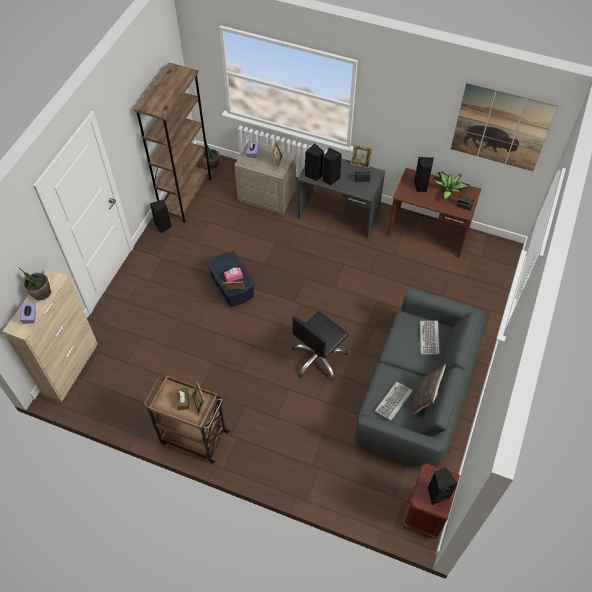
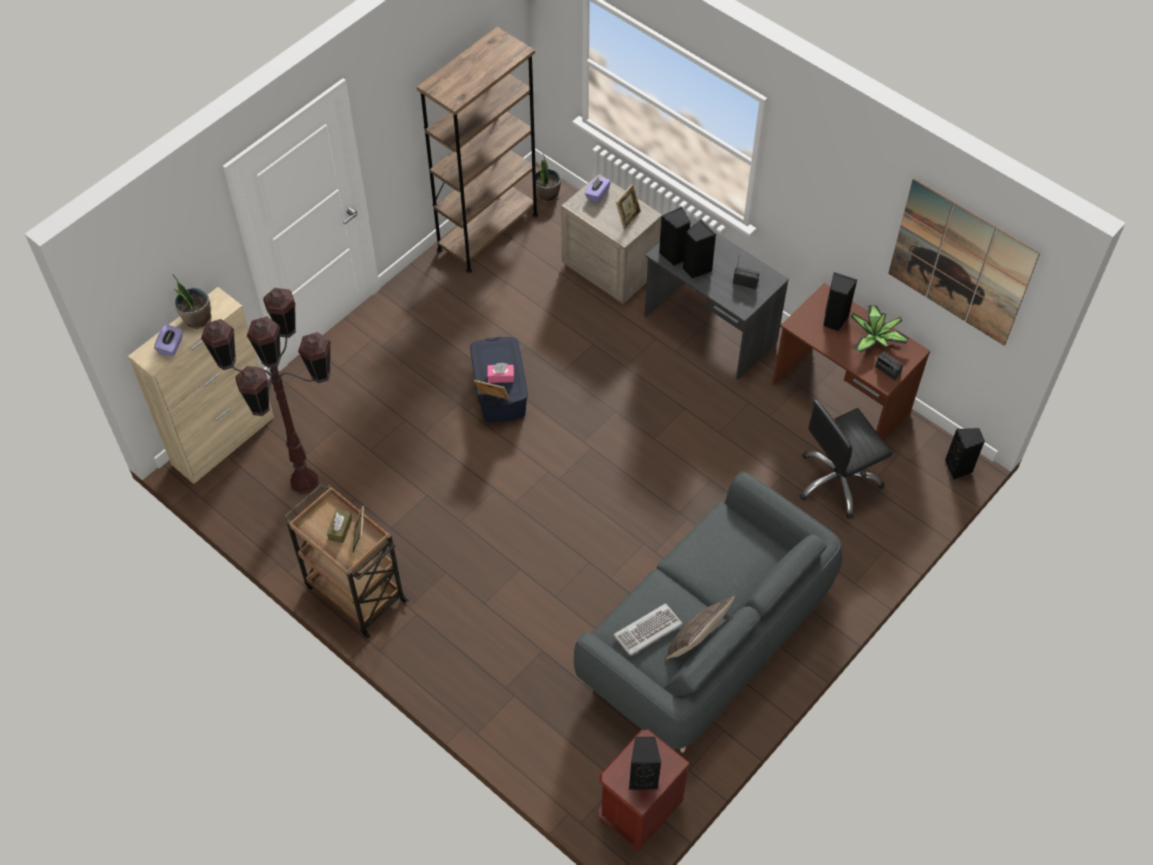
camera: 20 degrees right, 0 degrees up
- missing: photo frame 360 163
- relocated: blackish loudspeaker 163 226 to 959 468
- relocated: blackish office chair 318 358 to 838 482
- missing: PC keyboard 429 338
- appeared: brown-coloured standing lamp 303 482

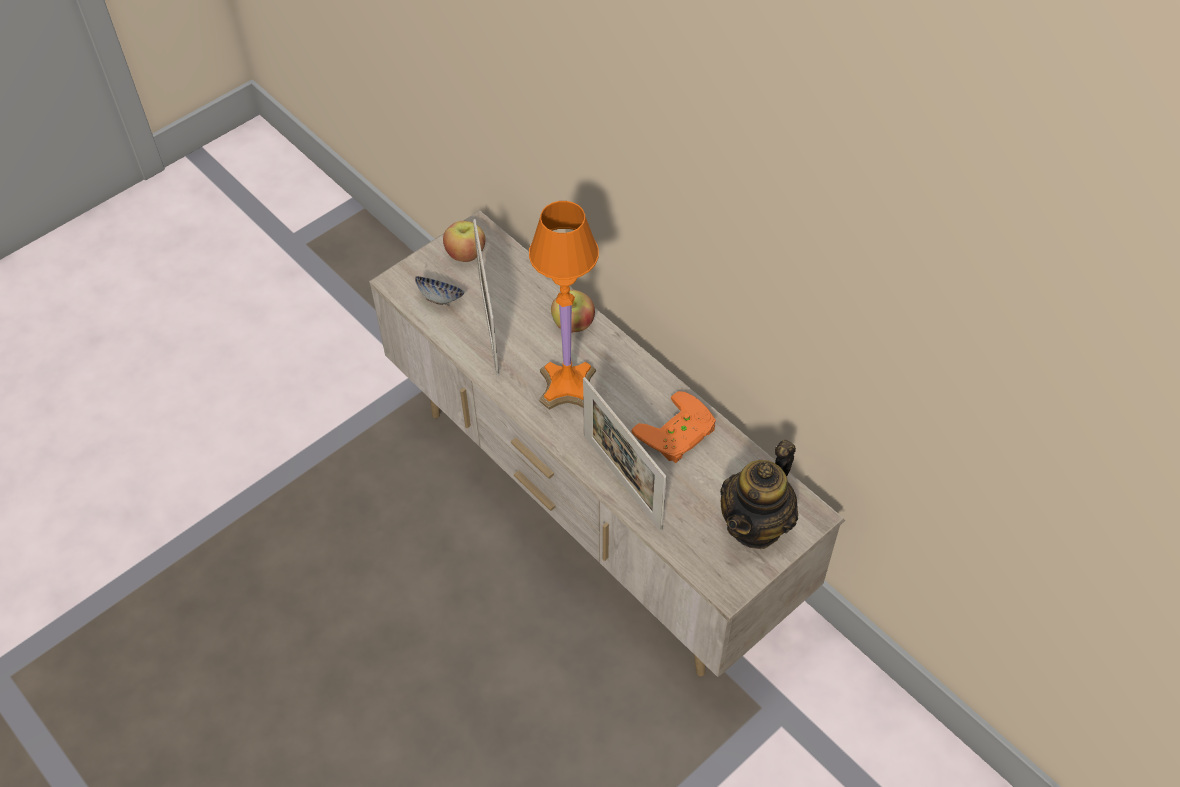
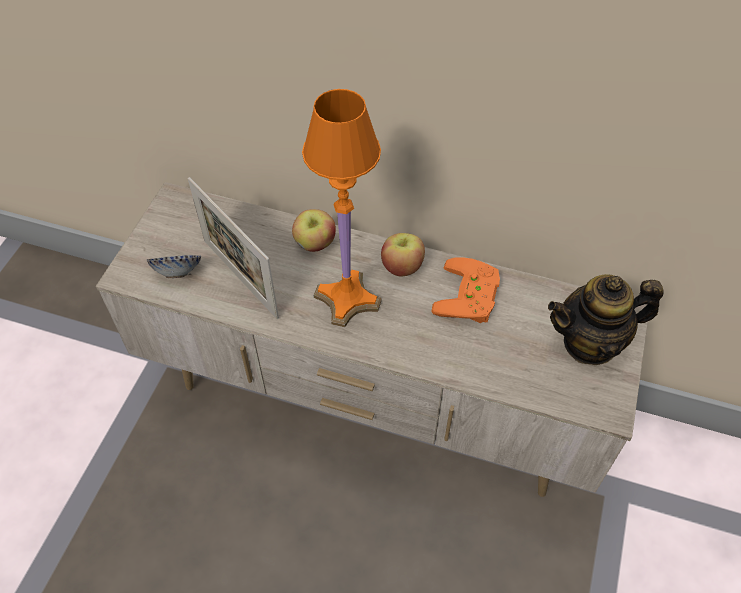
camera: 30 degrees left, 0 degrees up
- relocated: apple fruit 466 253 to 402 266
- missing: photo frame 622 482
- spun: tea pot 756 525 = 590 343 75 degrees clockwise

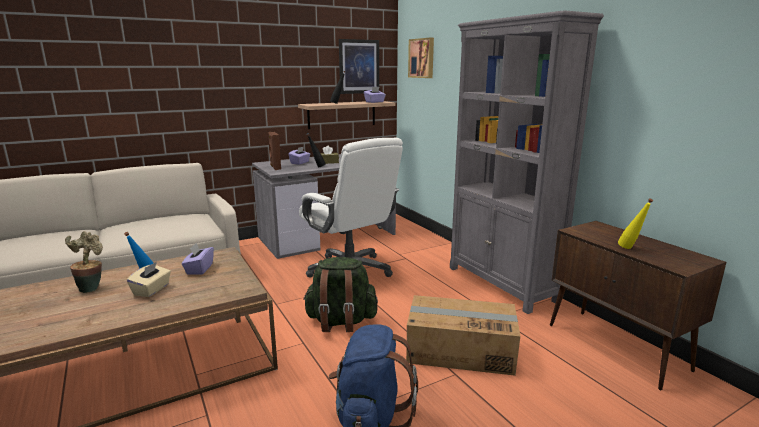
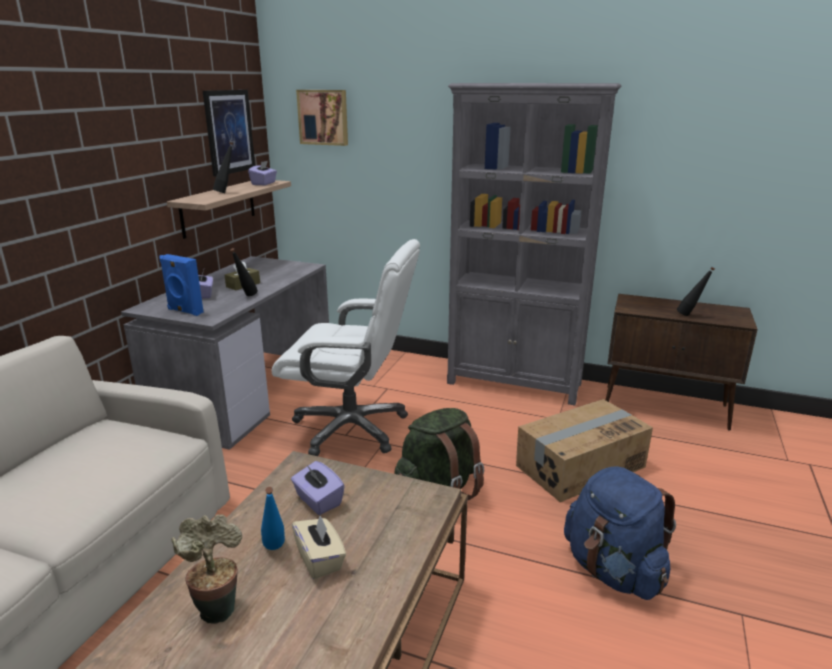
camera: 40 degrees left, 5 degrees up
- colour: brown-coloured loudspeaker 275 167 to bluish loudspeaker 184 311
- colour: yellow-coloured beverage bottle 630 249 to blackish beverage bottle 690 315

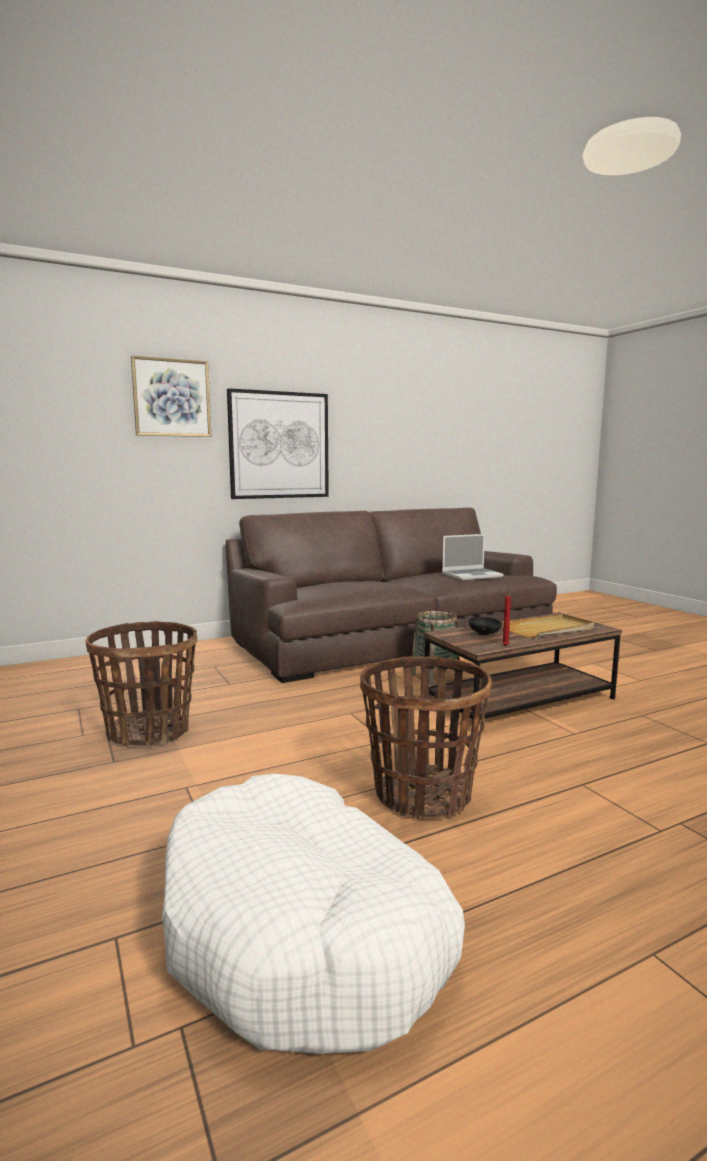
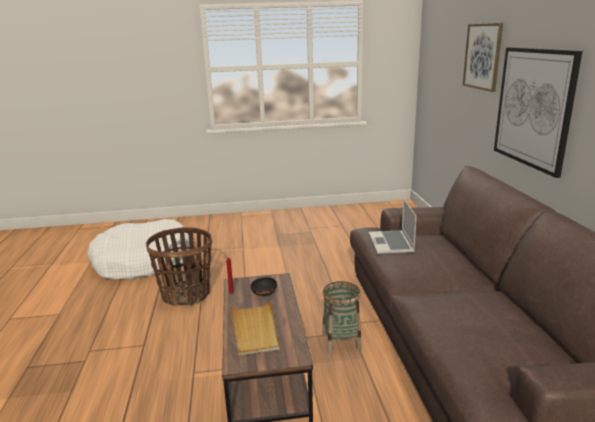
camera: 110 degrees right, 10 degrees up
- relocated: portable computer 472 575 to 391 244
- missing: household basket 149 731

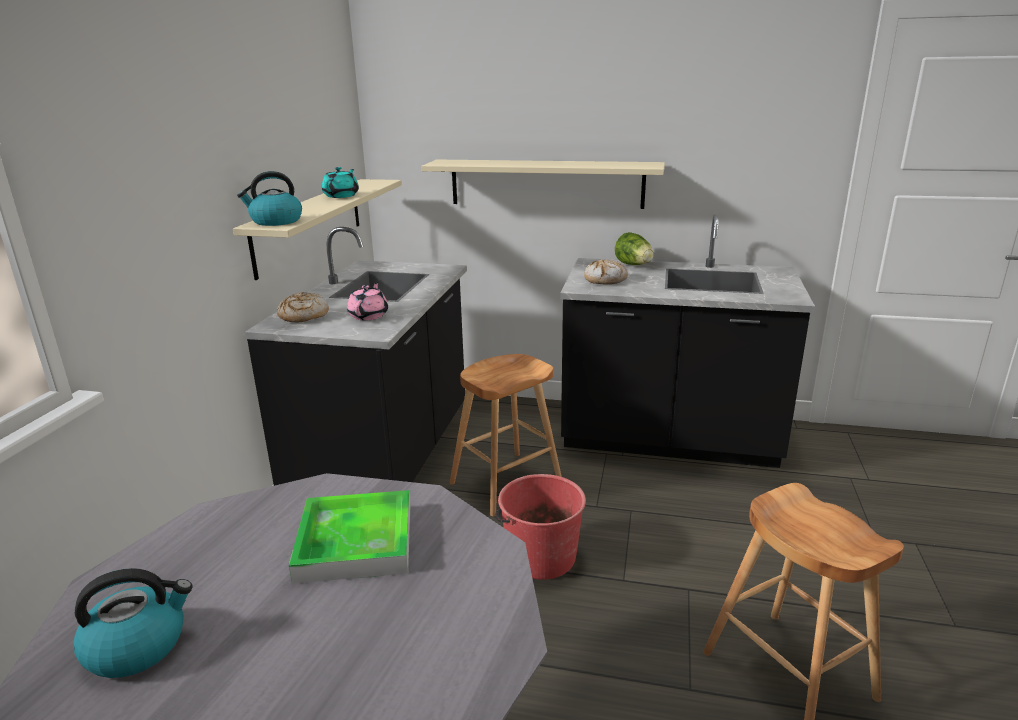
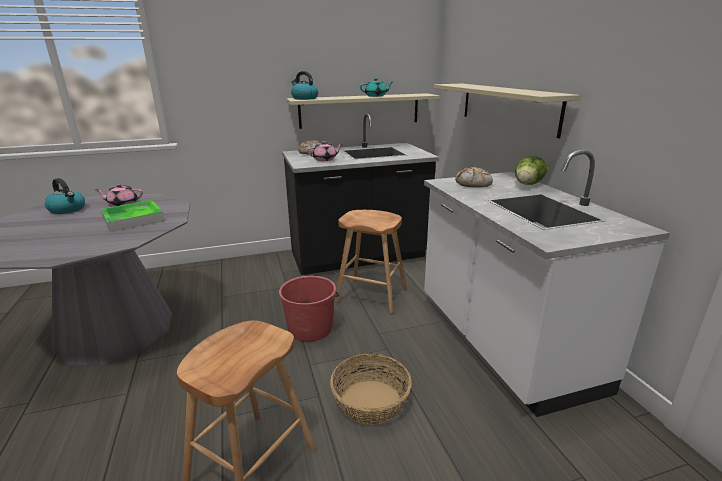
camera: 60 degrees right, 0 degrees up
- colour: blackish counter 669 439 to whitish counter 502 342
- appeared: pink tea pot 123 204
- appeared: household basket 370 402

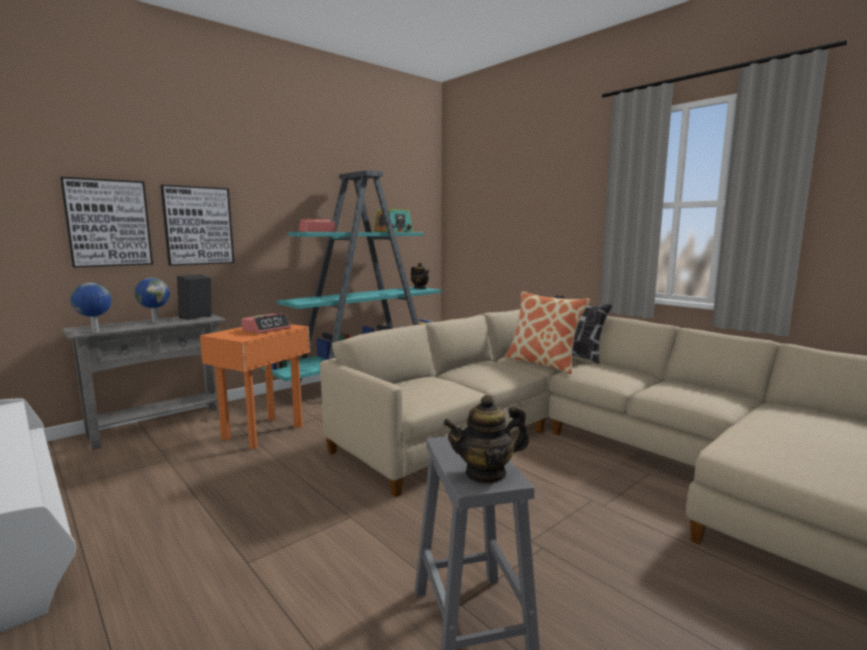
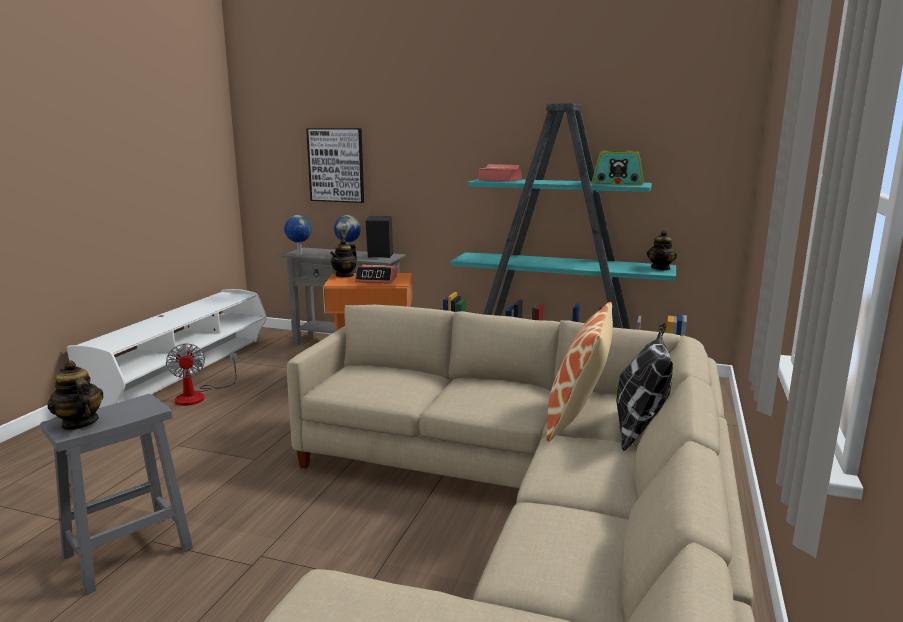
camera: 60 degrees right, 5 degrees up
- missing: wall art 198 226
- appeared: tea pot 345 275
- appeared: cooling fan 198 396

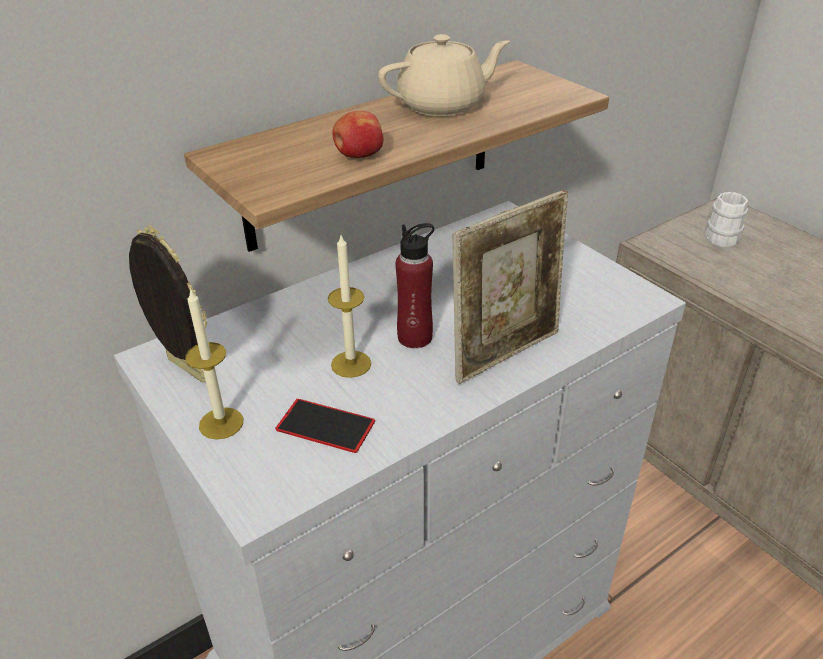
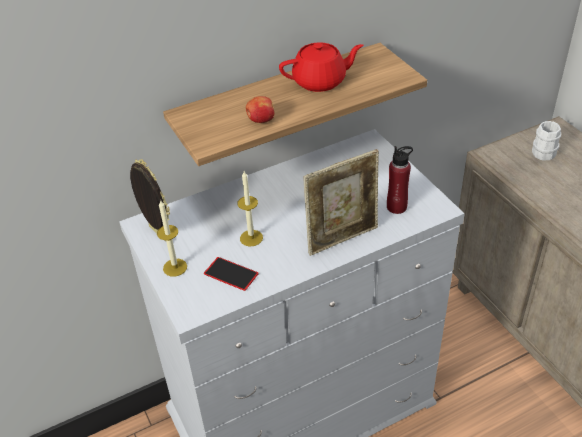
camera: 10 degrees right, 5 degrees up
- colour: beige-coloured tea pot 443 105 to red-coloured tea pot 320 81
- relocated: red-coloured beverage bottle 415 337 to 396 207

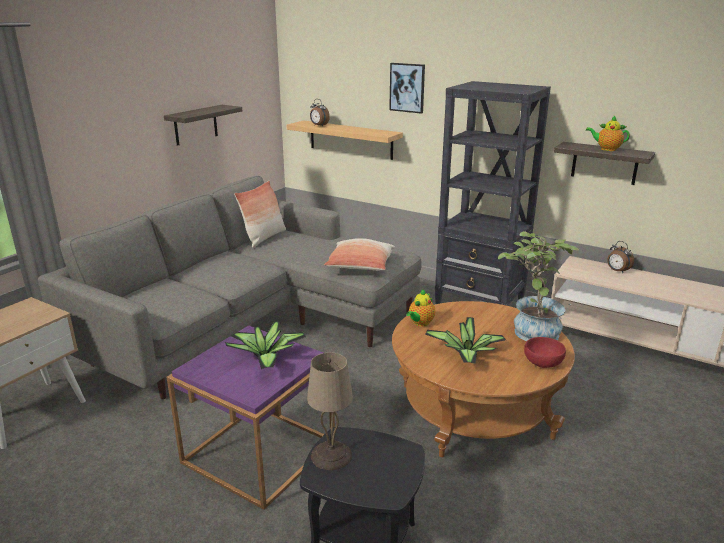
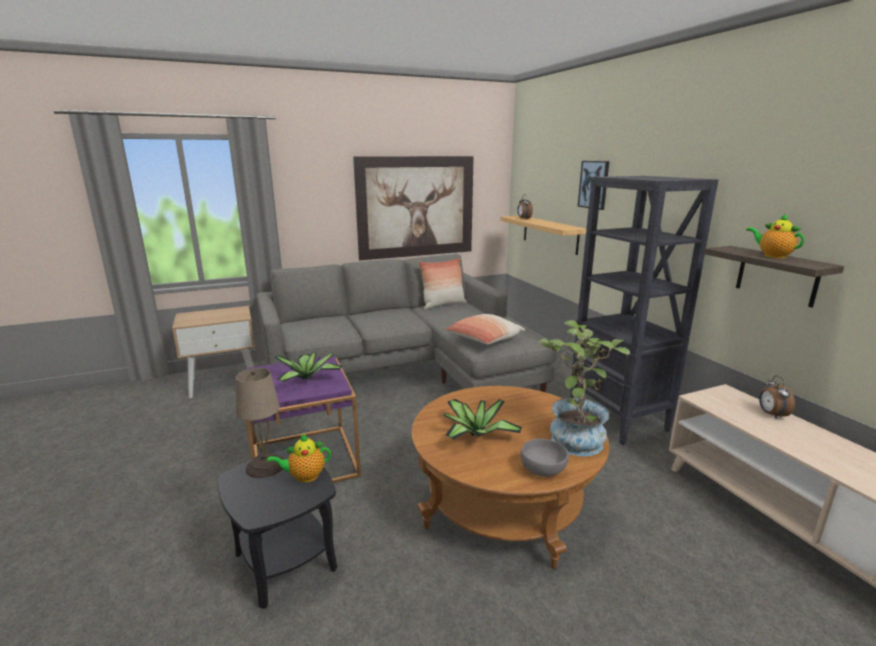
camera: 35 degrees right, 5 degrees down
- exchanged: shelf 195 125 to wall art 416 207
- relocated: tea pot 420 323 to 304 476
- colour: red-coloured bowl 543 362 to grey bowl 543 469

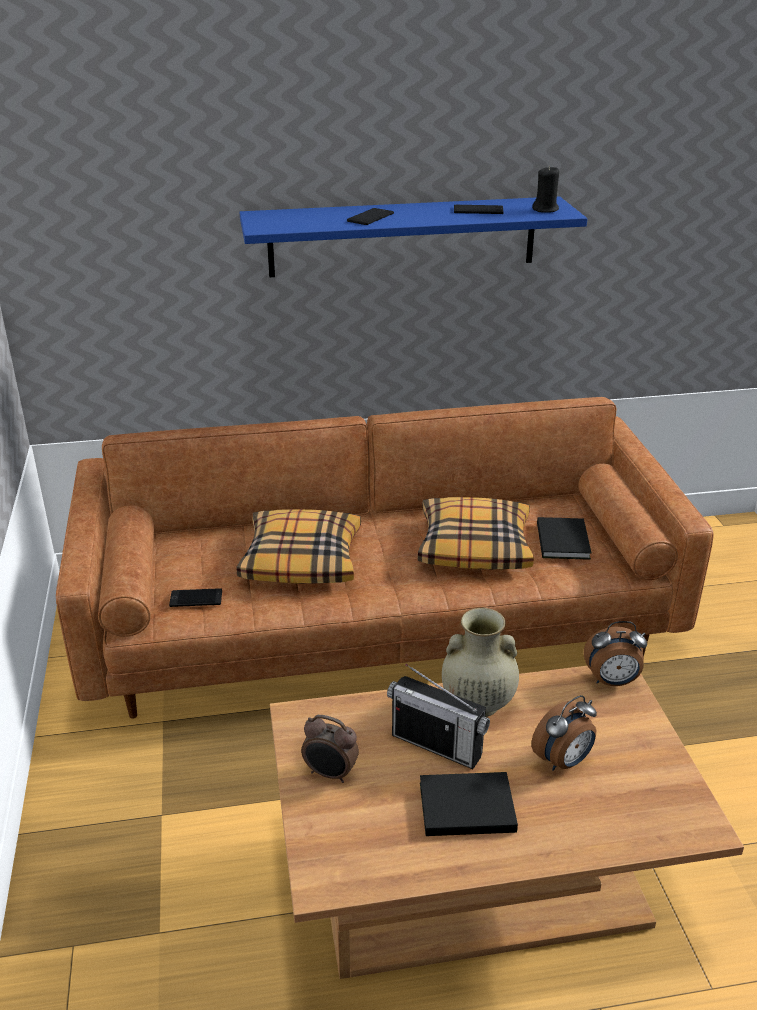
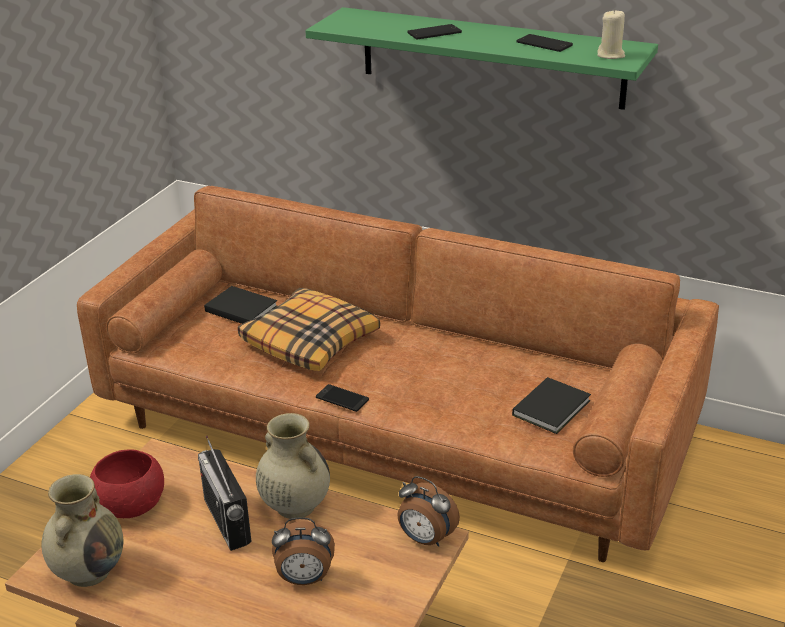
camera: 35 degrees right, 0 degrees up
- colour: blackish wax candle 545 210 to beige-coloured wax candle 611 55
- colour: bluish shelf 403 236 to green shelf 491 57
- missing: cushion 474 546
- relocated: phone 196 598 to 342 398
- exchanged: table clock 330 774 to red-coloured bowl 131 505
- relocated: blackish book 464 806 to 240 308
- appeared: beige-coloured flower vase 89 570

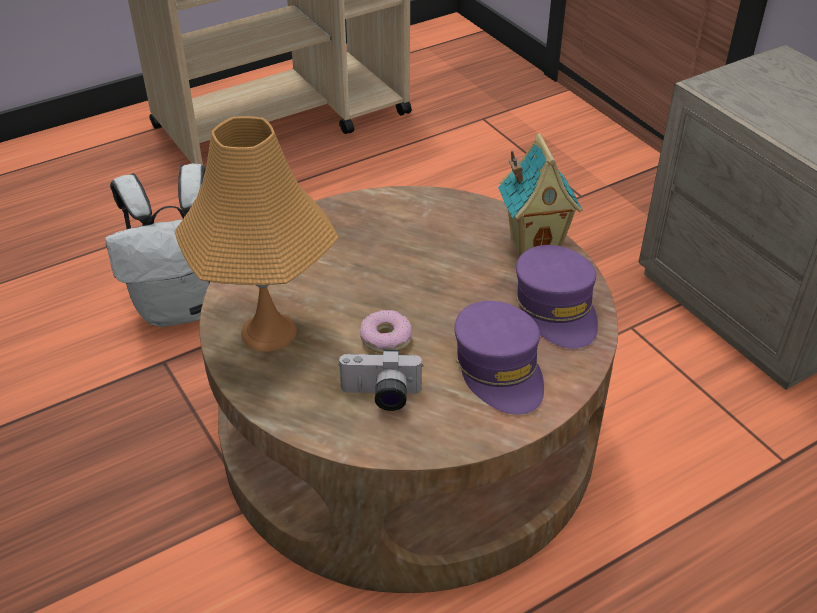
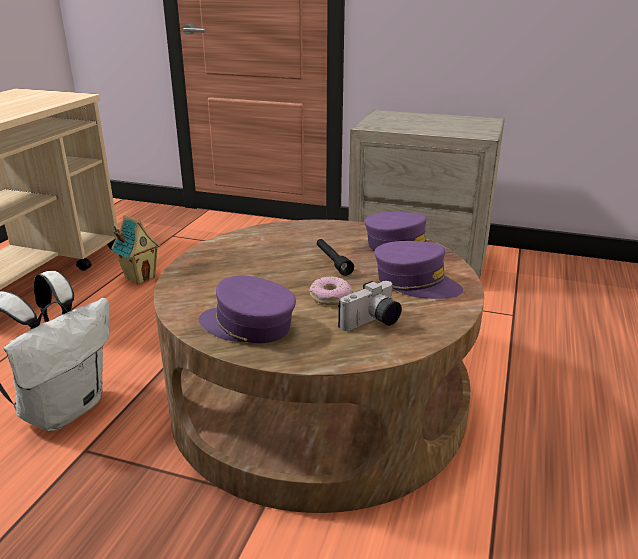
camera: 40 degrees left, 15 degrees down
- exchanged: orange lamp for a table 268 331 to purple cap 248 326
- relocated: model house 534 245 to 140 277
- appeared: blackish hand torch 332 262

